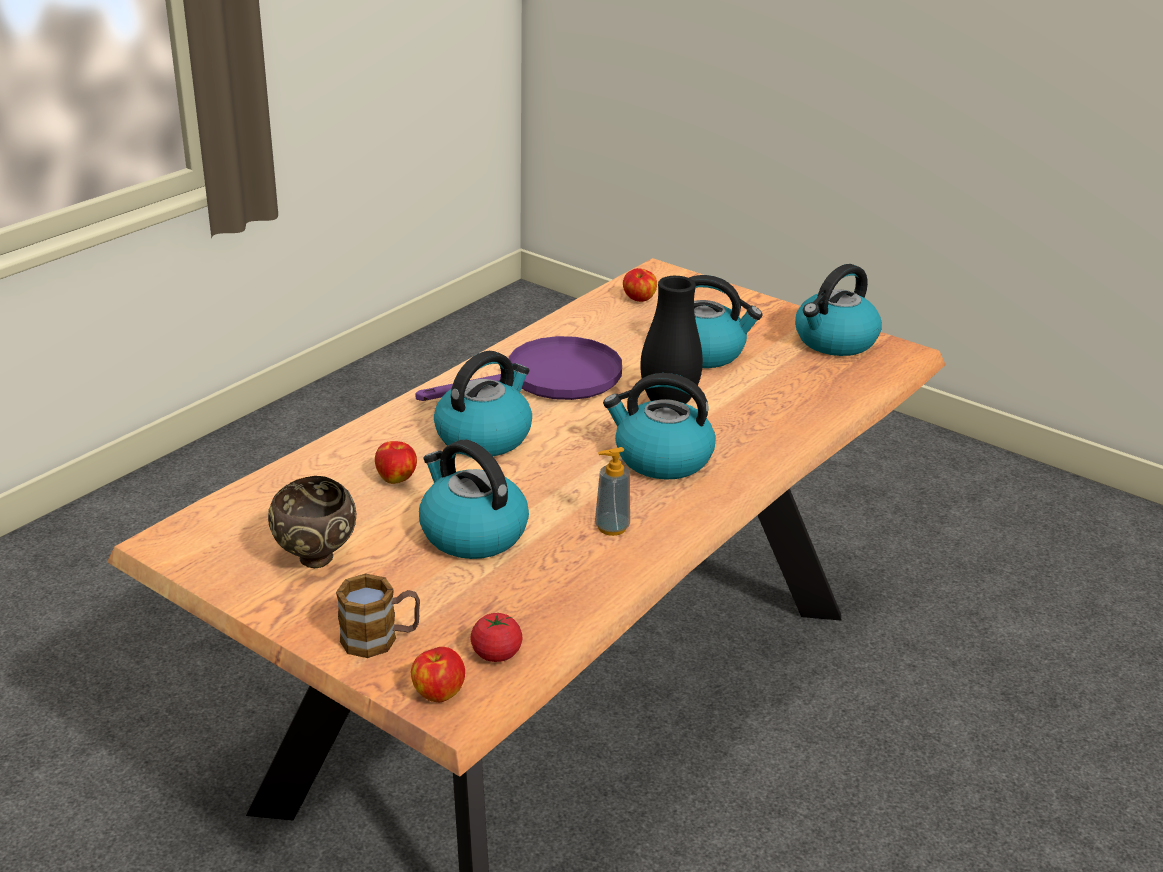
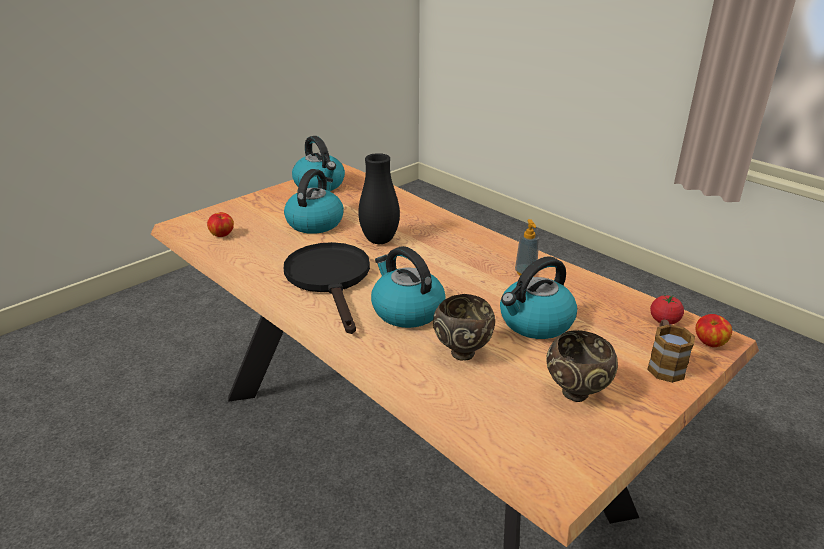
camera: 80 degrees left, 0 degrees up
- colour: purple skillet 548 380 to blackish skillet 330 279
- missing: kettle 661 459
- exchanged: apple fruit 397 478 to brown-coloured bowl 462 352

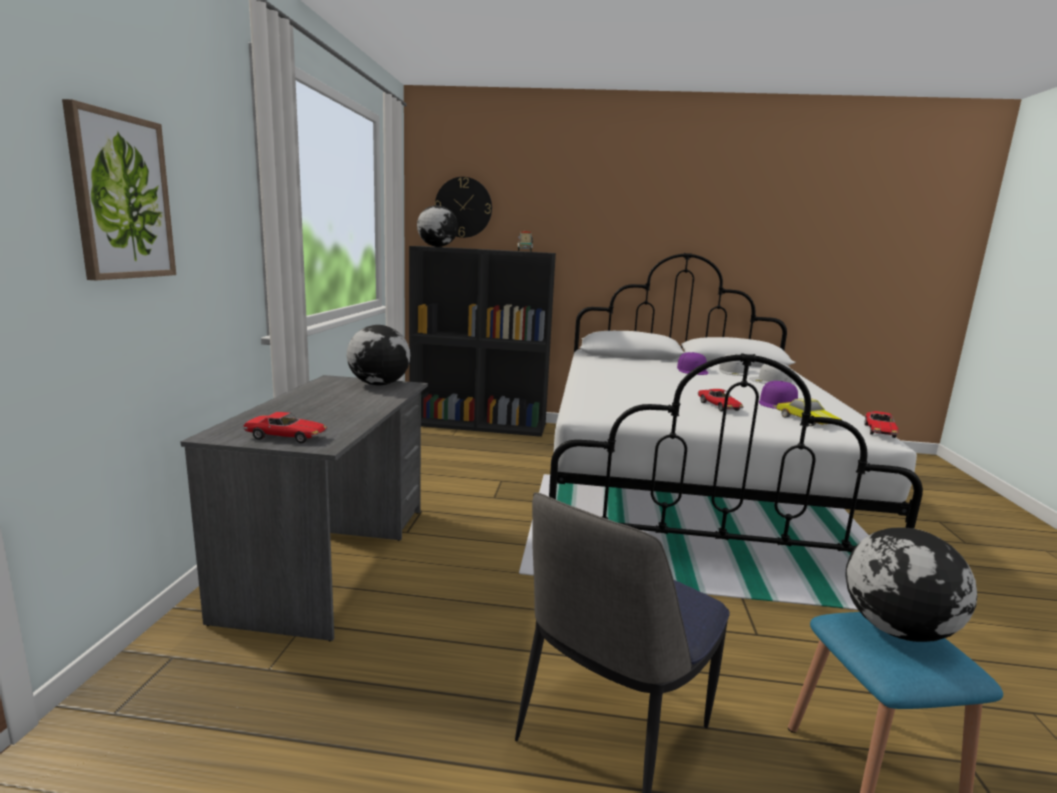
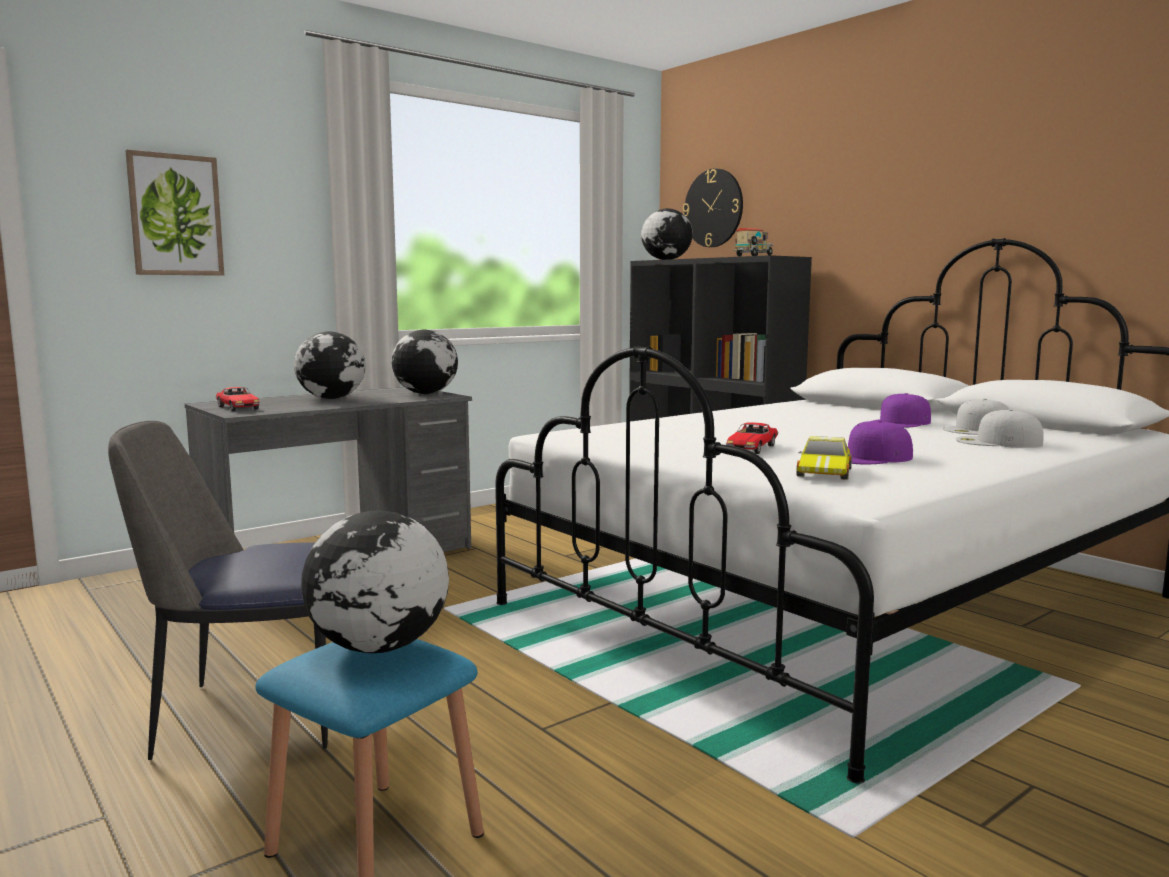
camera: 45 degrees right, 5 degrees down
- missing: miniature car 879 431
- appeared: world globe 332 398

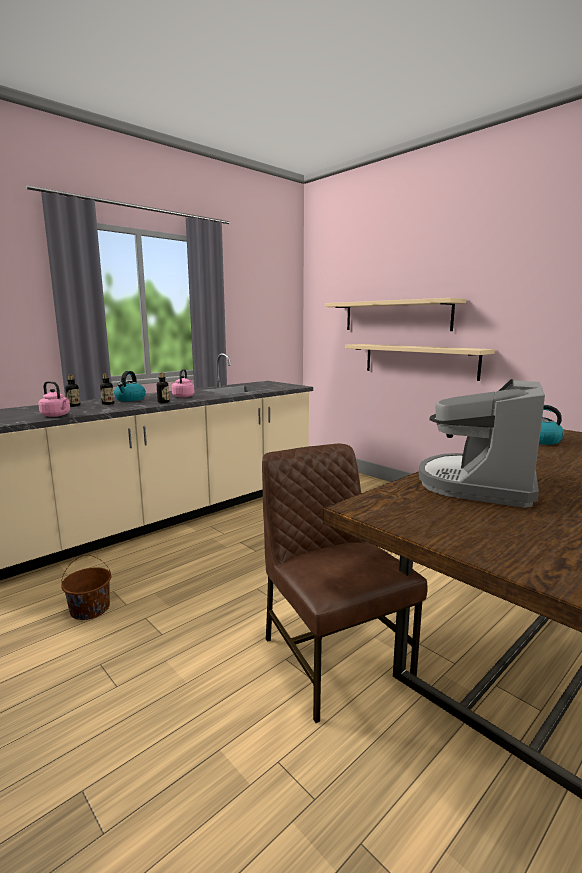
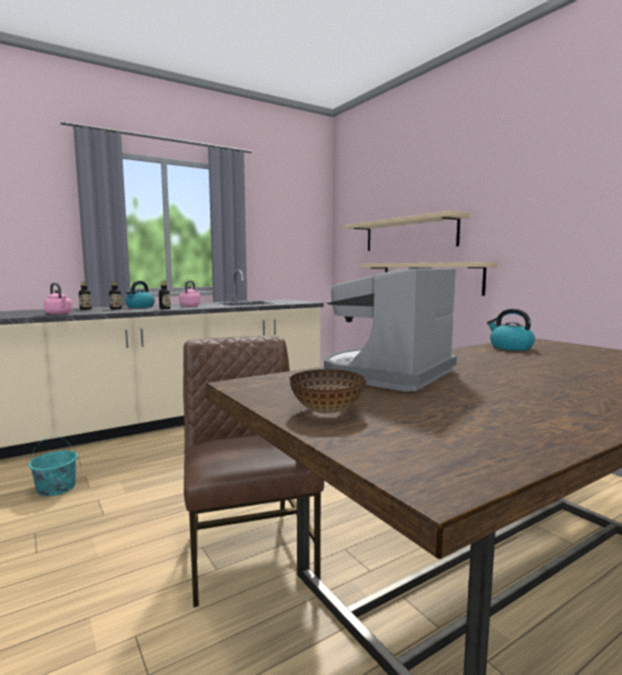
camera: 10 degrees right, 5 degrees down
- colour: brown-coloured bucket 89 609 to blue-green bucket 56 488
- appeared: bowl 326 411

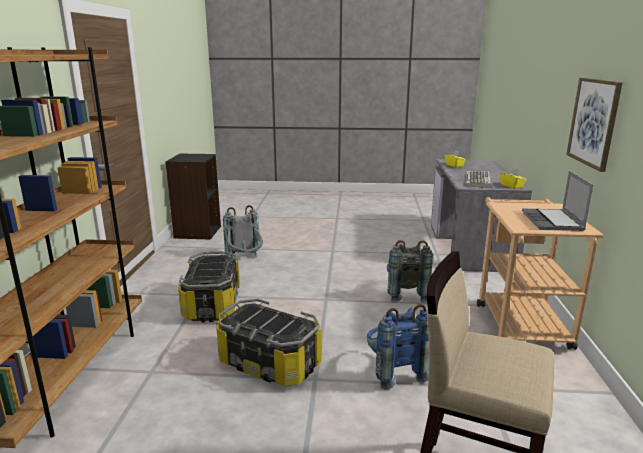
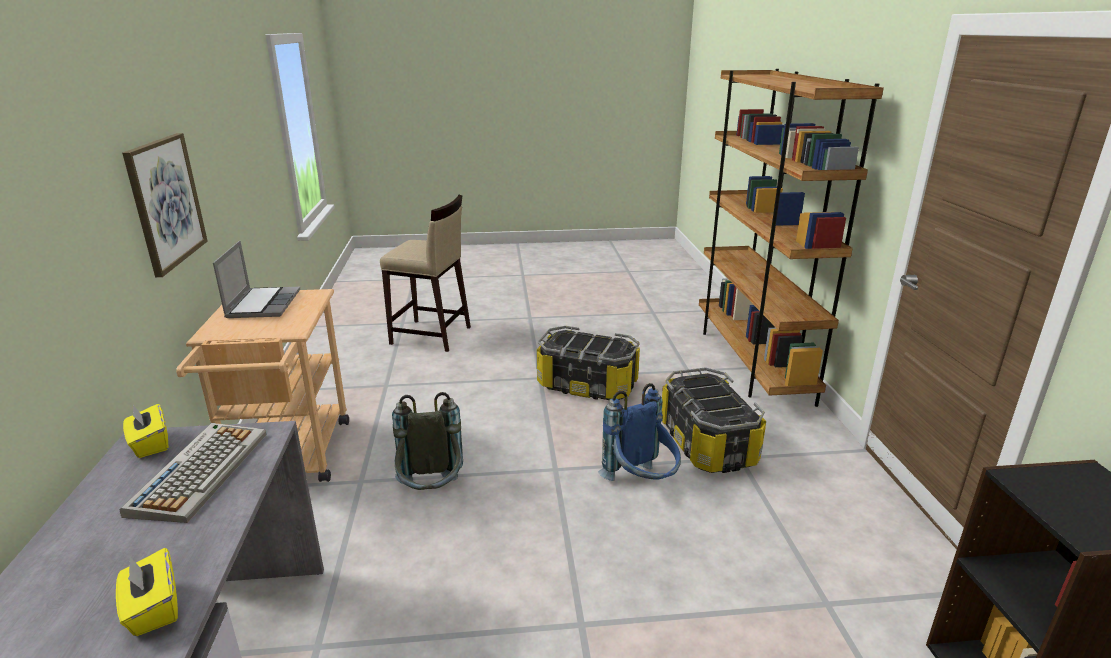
camera: 170 degrees right, 5 degrees up
- missing: grey backpack 245 262
- relocated: bluish backpack 393 371 to 642 484

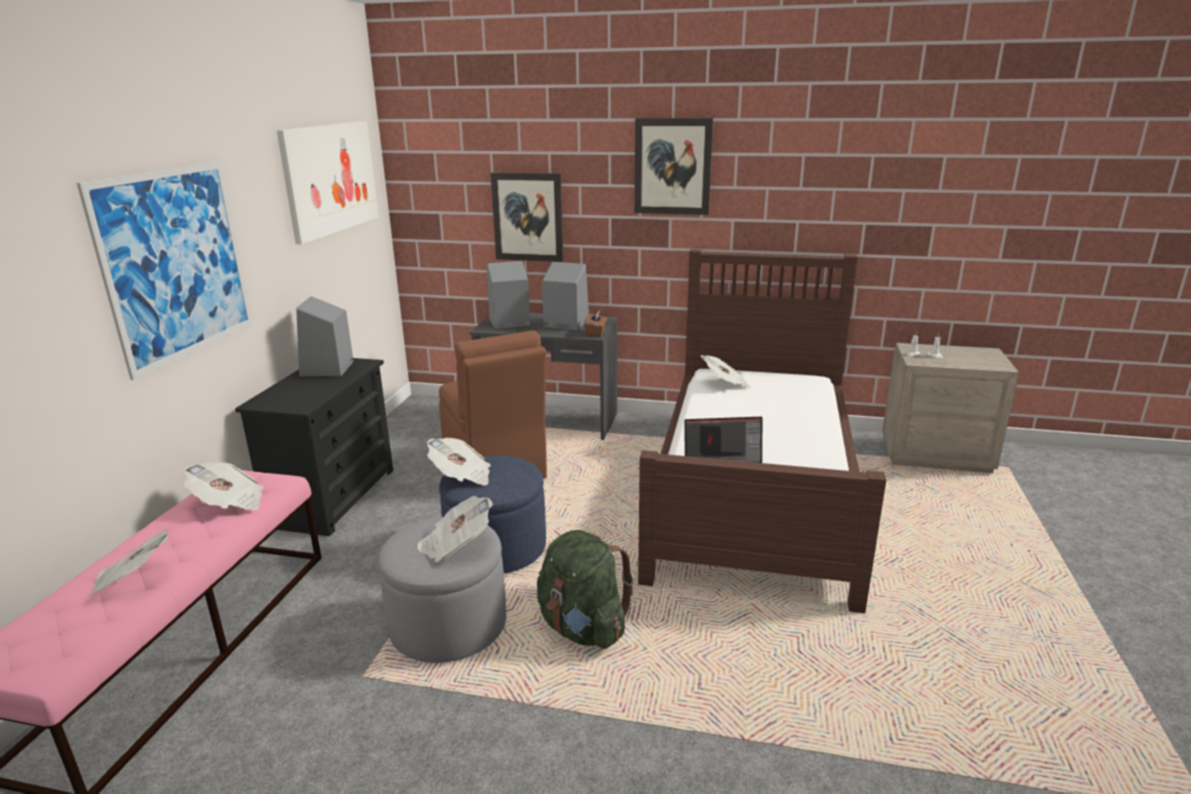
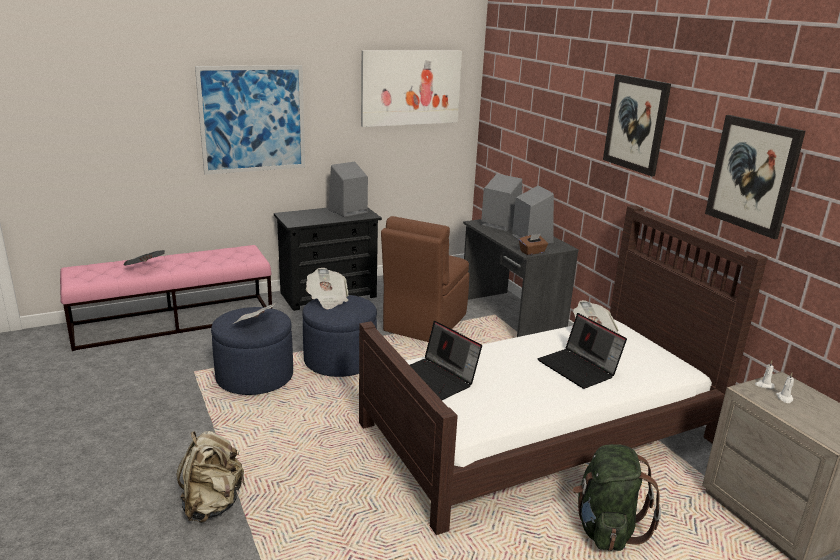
camera: 50 degrees right, 0 degrees up
- relocated: wall art 528 217 to 752 175
- missing: daily paper 229 503
- colour: grey ottoman 448 625 to bluish ottoman 255 377
- relocated: green backpack 583 628 to 606 529
- appeared: portable computer 579 368
- appeared: beige-coloured backpack 212 504

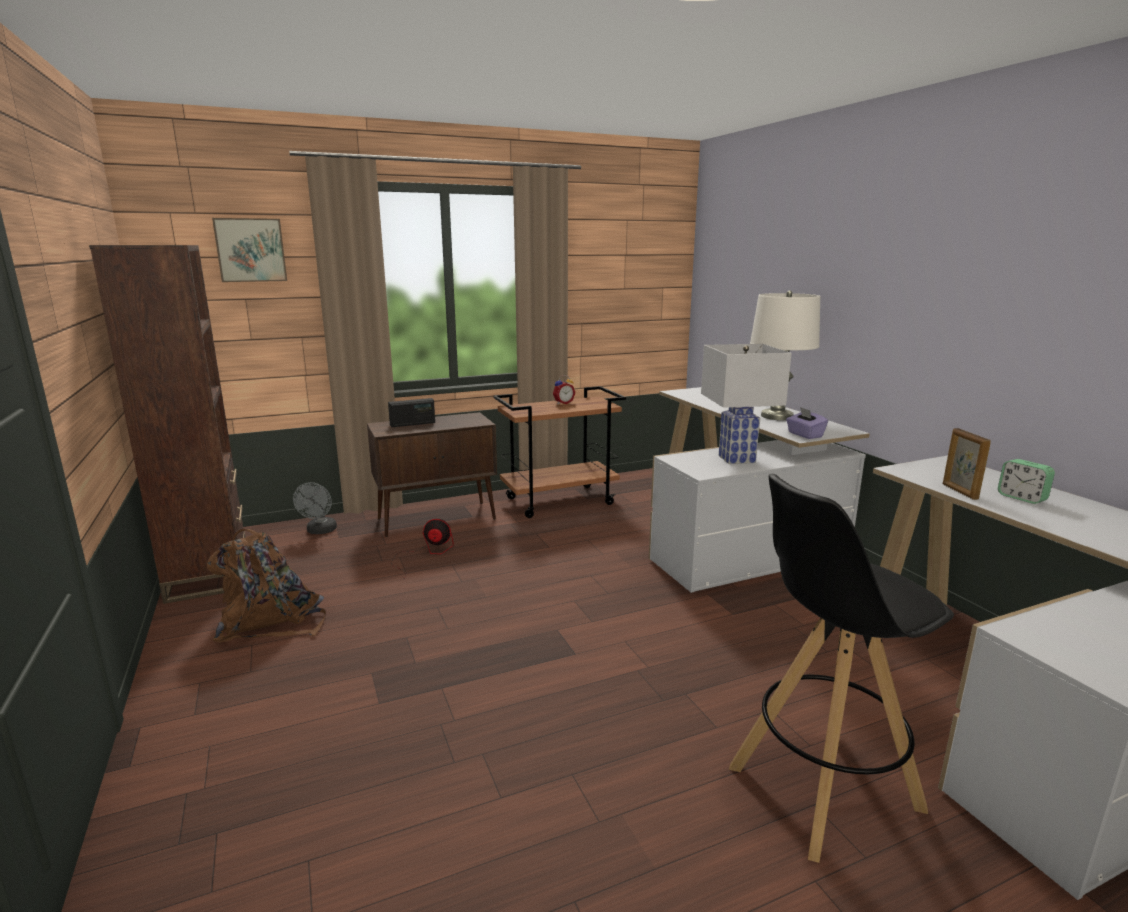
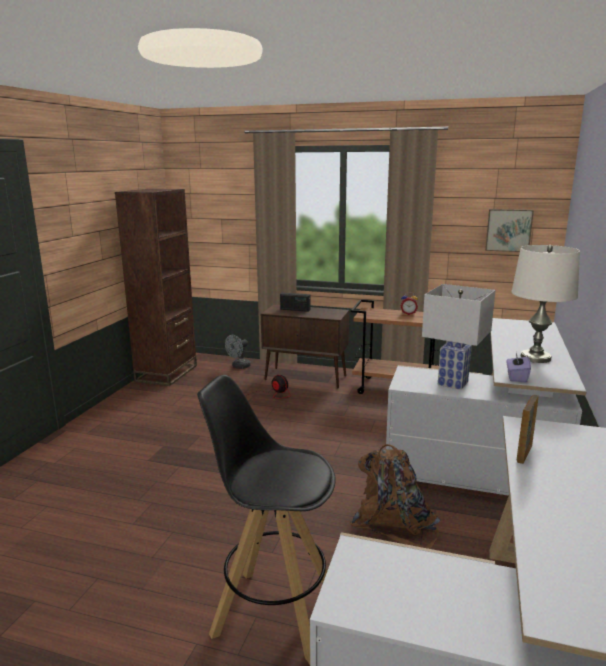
camera: 40 degrees right, 0 degrees up
- relocated: wall art 251 250 to 508 230
- missing: table clock 1021 498
- relocated: brown-coloured backpack 270 621 to 394 523

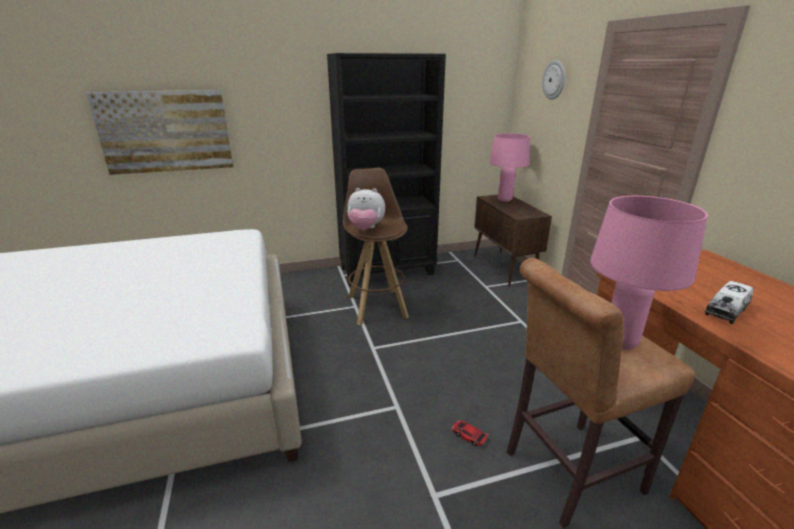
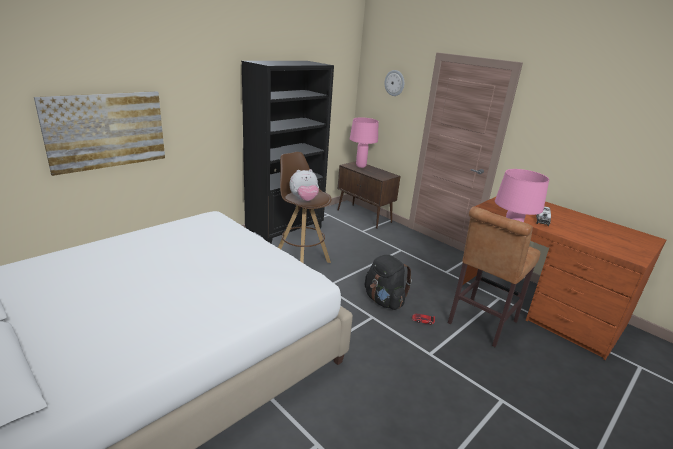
camera: 30 degrees left, 0 degrees up
- appeared: blackish backpack 384 301

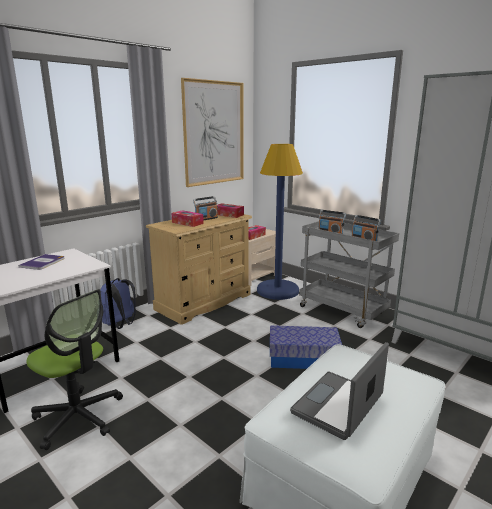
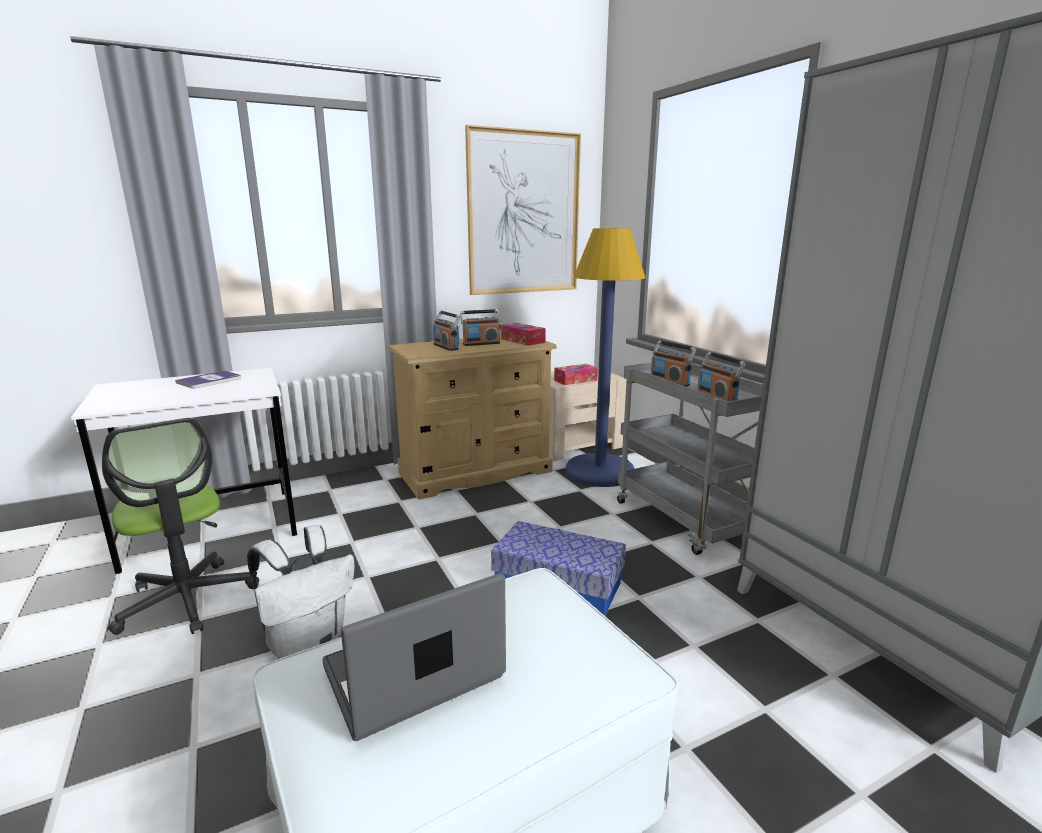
camera: 20 degrees right, 0 degrees up
- exchanged: tissue holder 187 223 to radio set 446 347
- missing: bluish backpack 119 324
- appeared: whitish backpack 308 643

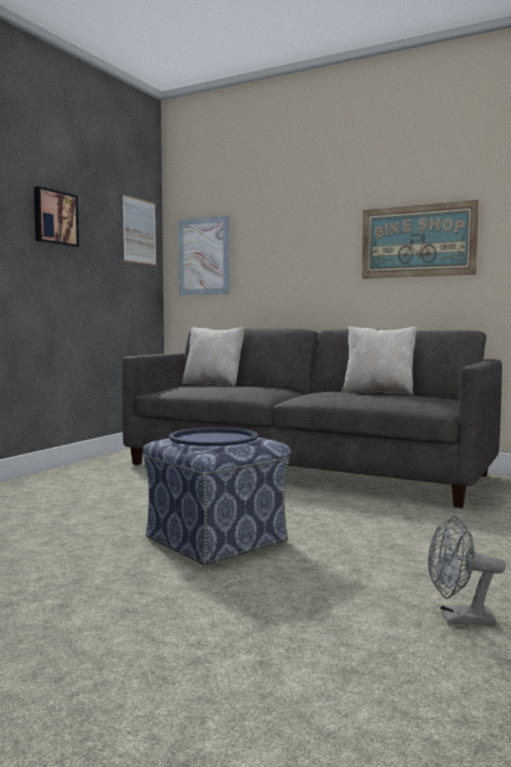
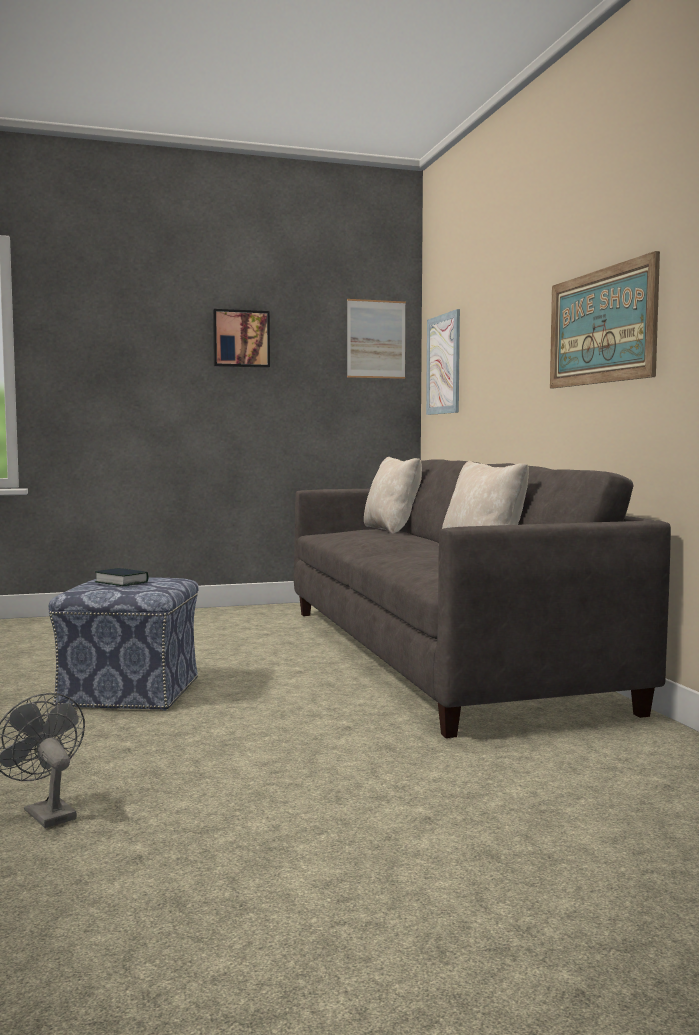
camera: 45 degrees right, 0 degrees up
- exchanged: bluish tray 213 438 to book 121 582

